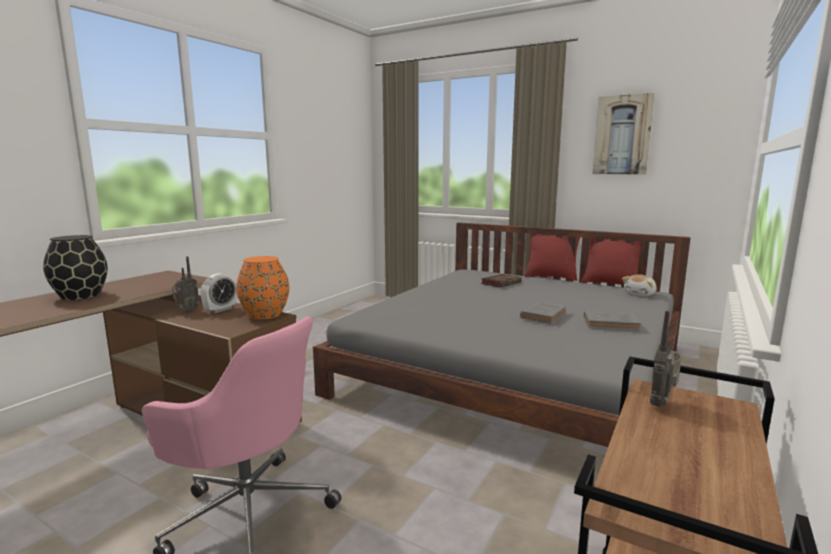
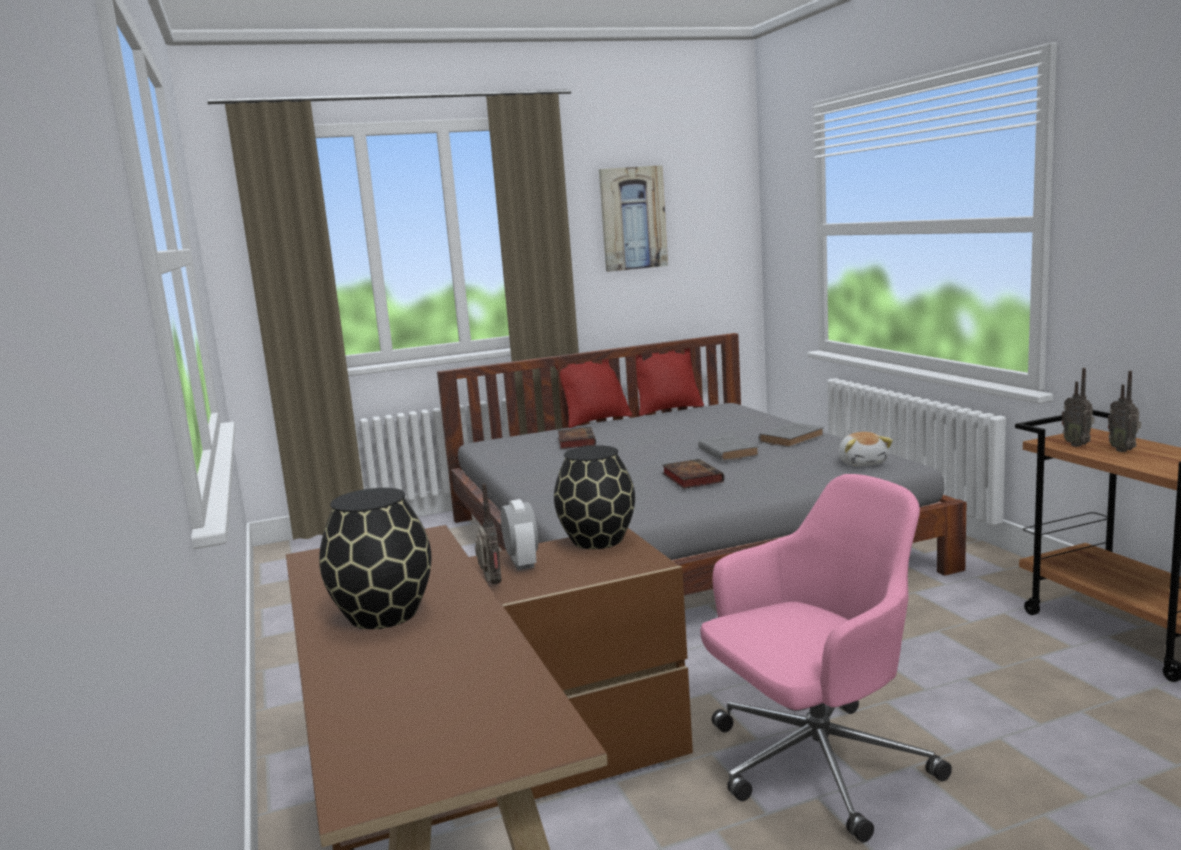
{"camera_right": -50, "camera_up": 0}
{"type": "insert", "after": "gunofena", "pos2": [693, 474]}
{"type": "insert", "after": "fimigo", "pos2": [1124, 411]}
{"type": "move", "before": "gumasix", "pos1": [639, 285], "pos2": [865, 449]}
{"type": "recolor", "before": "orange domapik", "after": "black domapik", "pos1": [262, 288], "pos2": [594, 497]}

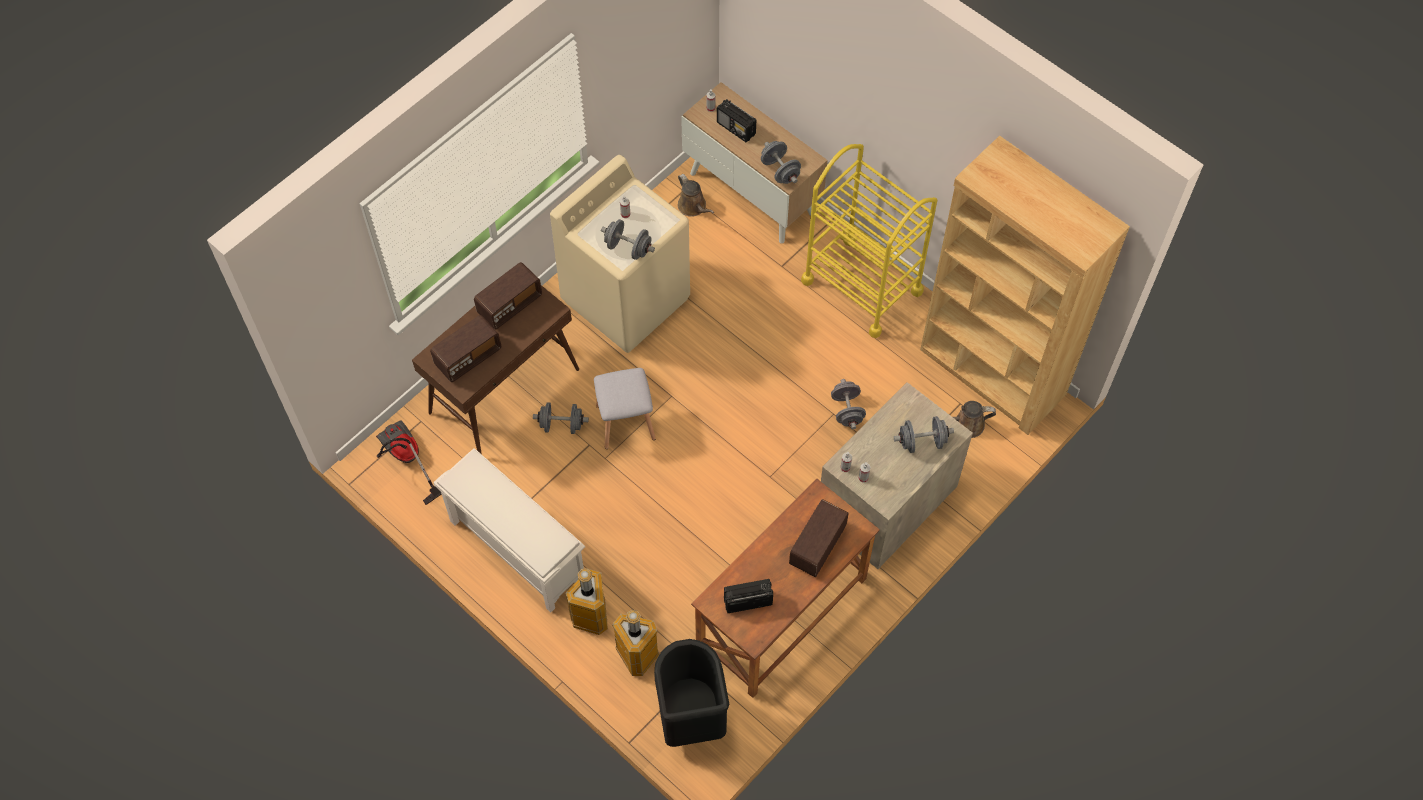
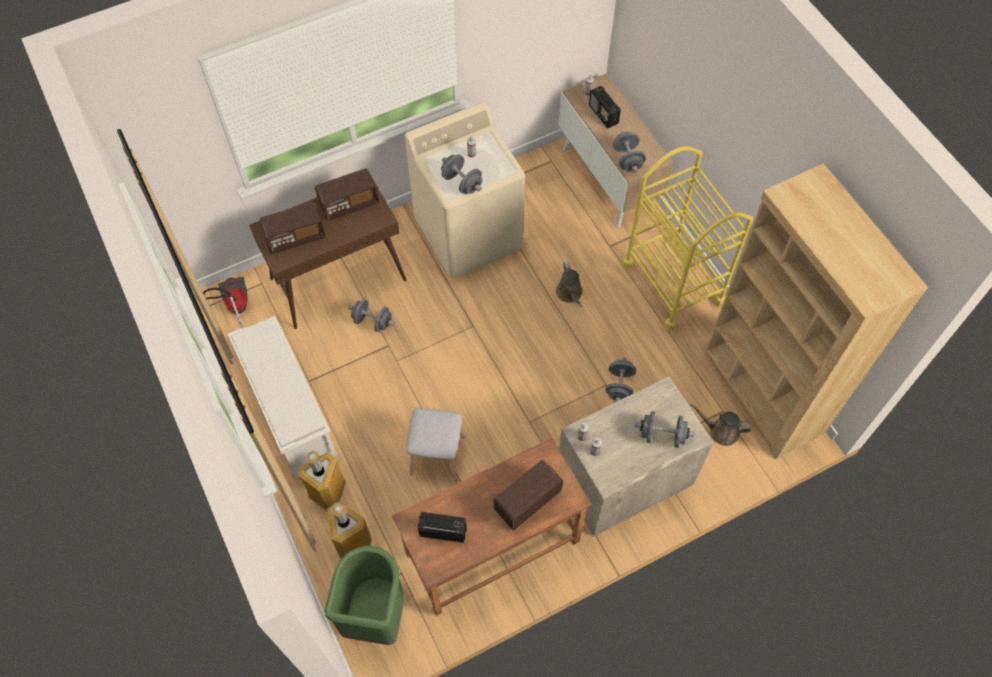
{"camera_right": 20, "camera_up": 0}
{"type": "move", "before": "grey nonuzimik", "pos1": [625, 408], "pos2": [435, 444]}
{"type": "move", "before": "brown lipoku", "pos1": [696, 195], "pos2": [569, 284]}
{"type": "recolor", "before": "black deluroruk", "after": "green deluroruk", "pos1": [691, 693], "pos2": [364, 595]}

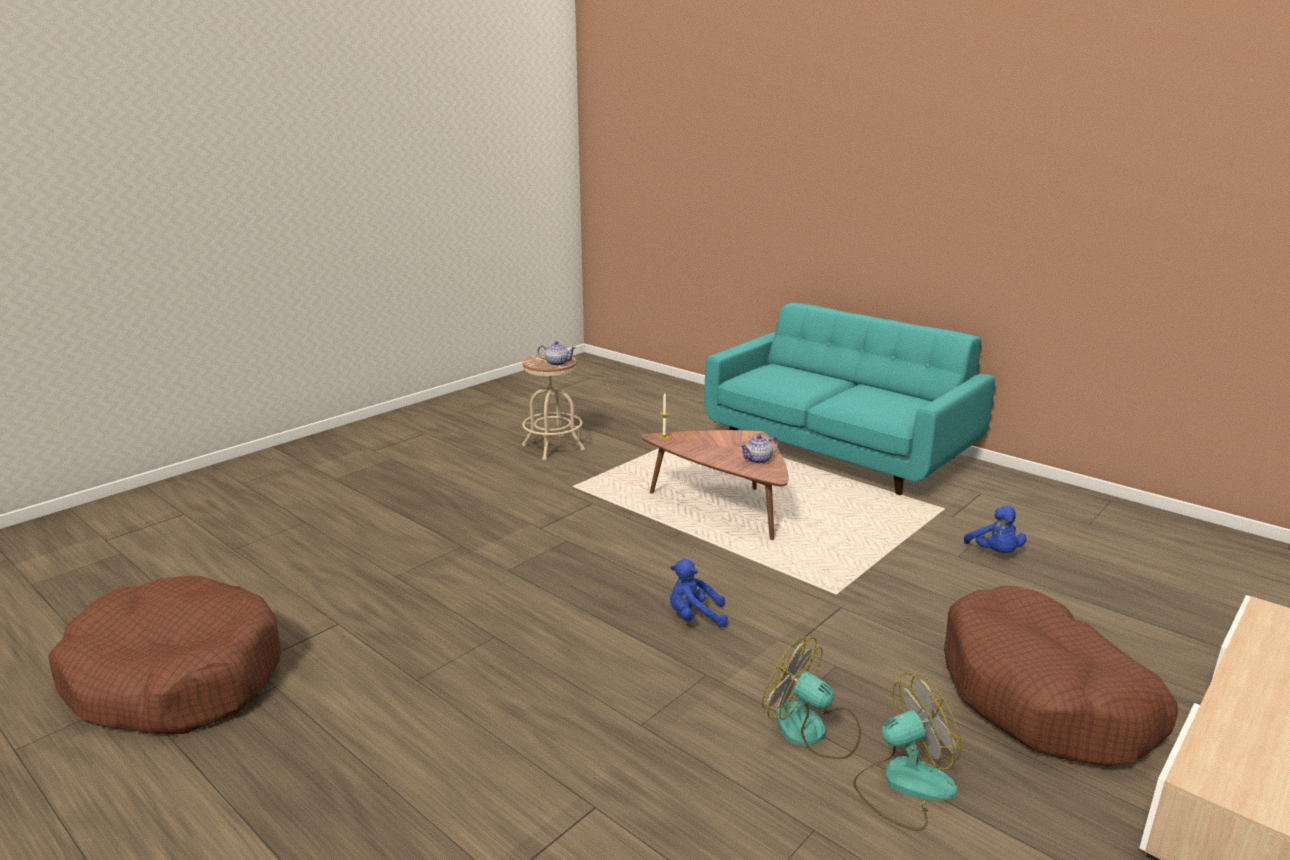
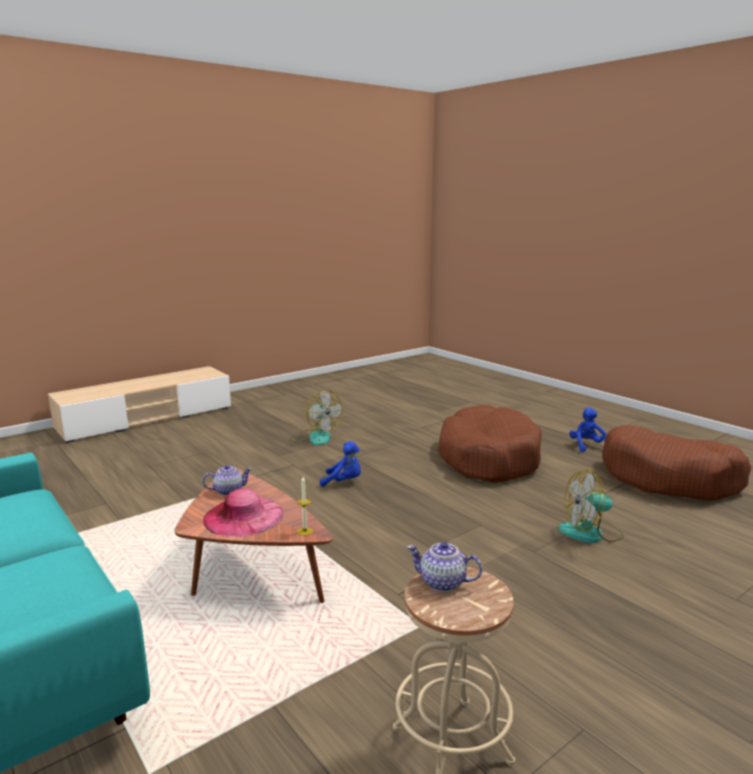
{"camera_right": -170, "camera_up": -5}
{"type": "insert", "after": "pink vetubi", "pos2": [243, 512]}
{"type": "move", "before": "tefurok", "pos1": [907, 752], "pos2": [591, 506]}
{"type": "move", "before": "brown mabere", "pos1": [1061, 676], "pos2": [489, 444]}
{"type": "move", "before": "blue gumasix", "pos1": [995, 529], "pos2": [588, 429]}

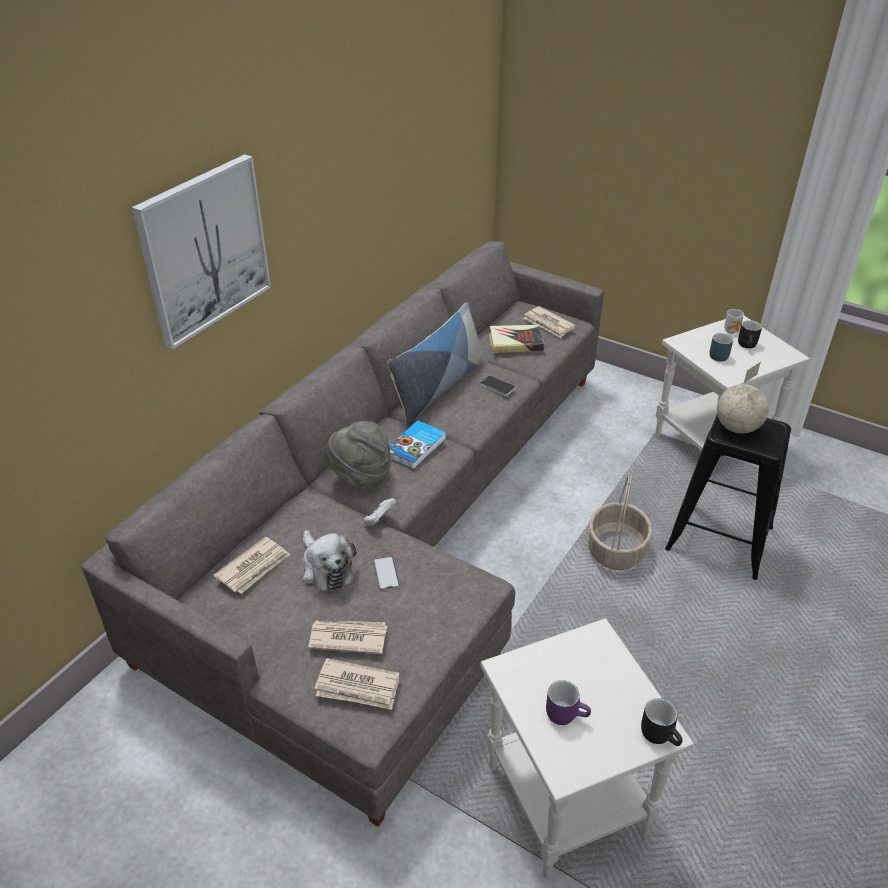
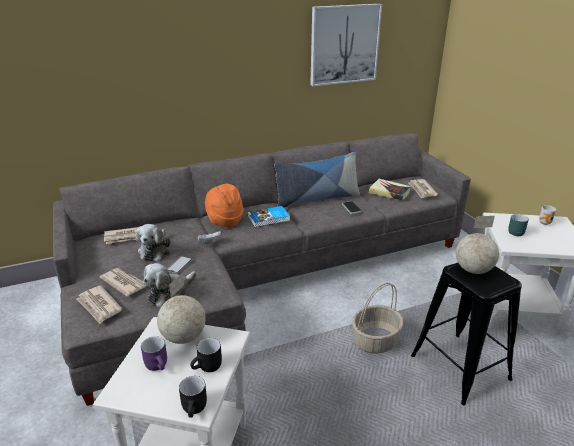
{"camera_right": 35, "camera_up": -10}
{"type": "insert", "after": "gumasix", "pos2": [170, 285]}
{"type": "insert", "after": "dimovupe", "pos2": [181, 308]}
{"type": "move", "before": "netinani", "pos1": [201, 252], "pos2": [346, 45]}
{"type": "move", "before": "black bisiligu", "pos1": [750, 334], "pos2": [206, 355]}
{"type": "recolor", "before": "grey vetubi", "after": "orange vetubi", "pos1": [358, 455], "pos2": [224, 205]}

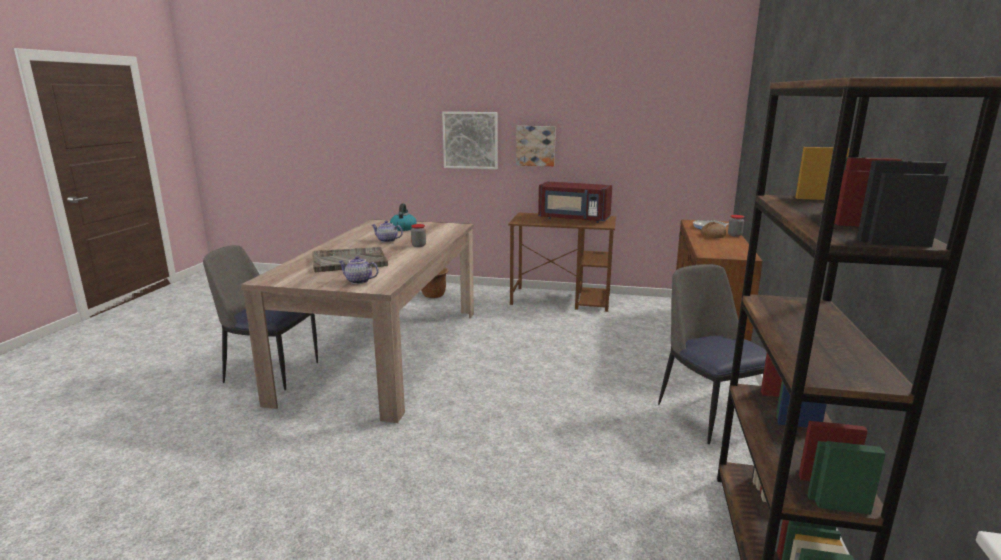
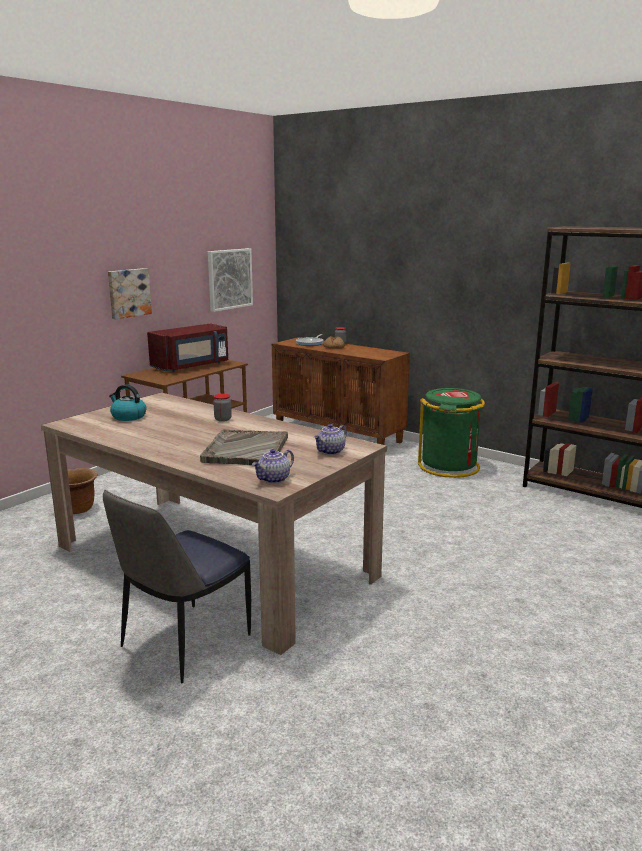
{"camera_right": -65, "camera_up": 0}
{"type": "move", "before": "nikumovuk", "pos1": [387, 231], "pos2": [273, 466]}
{"type": "move", "before": "netinani", "pos1": [470, 140], "pos2": [230, 280]}
{"type": "replace", "before": "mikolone", "after": "green deluroruk", "pos1": [712, 354], "pos2": [451, 433]}

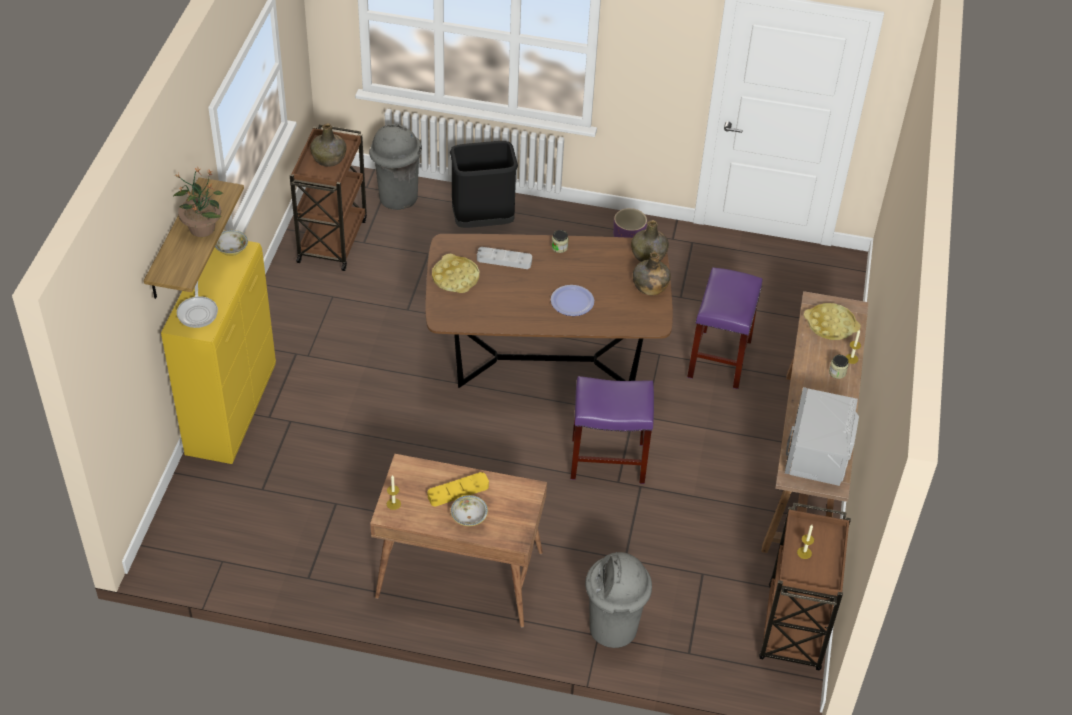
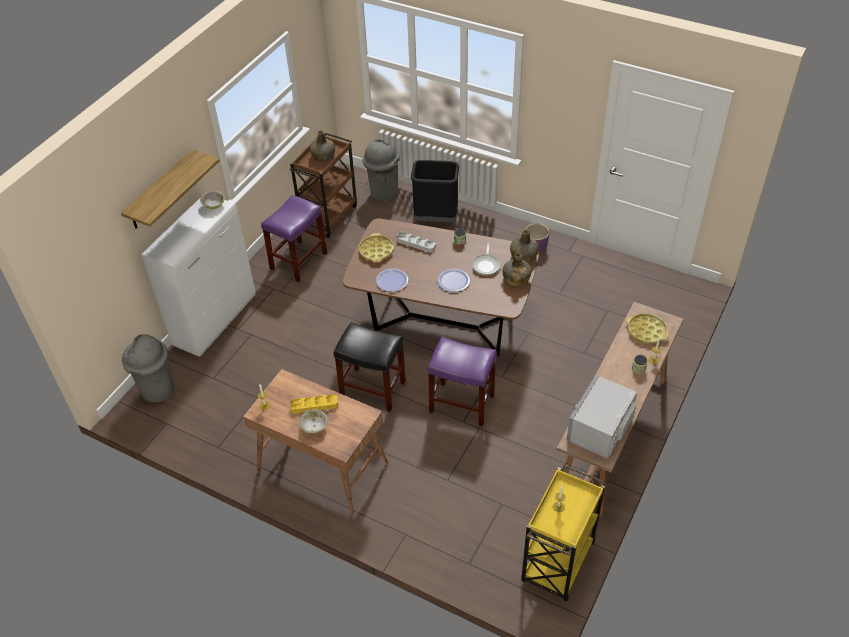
{"camera_right": 20, "camera_up": 0}
{"type": "delete", "before": "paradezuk", "pos1": [198, 202]}
{"type": "insert", "after": "black nonuzimik", "pos2": [370, 367]}
{"type": "insert", "after": "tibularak", "pos2": [392, 280]}
{"type": "move", "before": "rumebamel", "pos1": [197, 305], "pos2": [486, 259]}
{"type": "move", "before": "grey deluroruk", "pos1": [618, 600], "pos2": [148, 368]}
{"type": "move", "before": "purple nonuzimik", "pos1": [724, 328], "pos2": [294, 238]}
{"type": "recolor", "before": "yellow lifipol", "after": "white lifipol", "pos1": [218, 352], "pos2": [198, 275]}
{"type": "recolor", "before": "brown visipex", "after": "yellow visipex", "pos1": [805, 586], "pos2": [563, 533]}

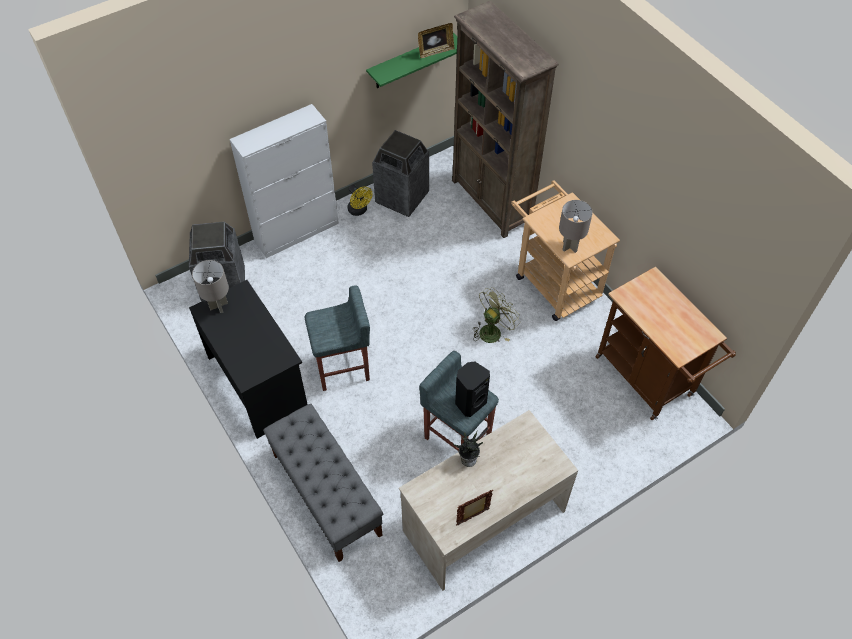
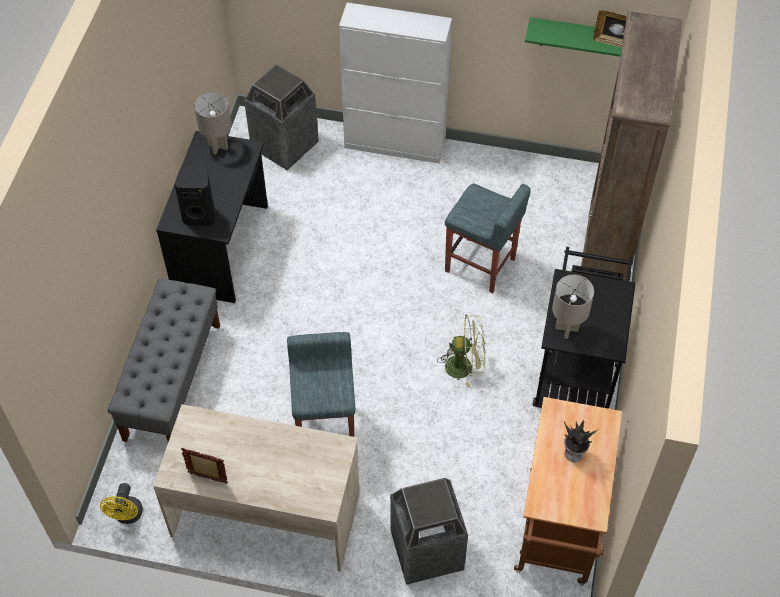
{"camera_right": 45, "camera_up": 0}
{"type": "move", "before": "grey nonuzimik", "pos1": [337, 338], "pos2": [488, 239]}
{"type": "move", "before": "yellow tefurok", "pos1": [359, 200], "pos2": [121, 503]}
{"type": "move", "before": "deluroruk", "pos1": [400, 173], "pos2": [429, 531]}
{"type": "move", "before": "paradezuk", "pos1": [468, 448], "pos2": [582, 441]}
{"type": "move", "before": "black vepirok", "pos1": [472, 389], "pos2": [194, 196]}
{"type": "recolor", "before": "beige visipex", "after": "black visipex", "pos1": [565, 250], "pos2": [584, 328]}

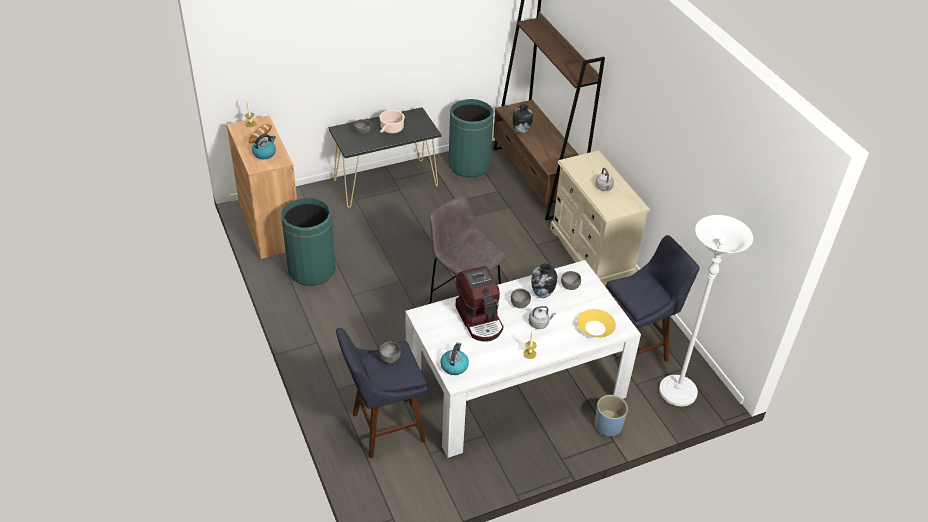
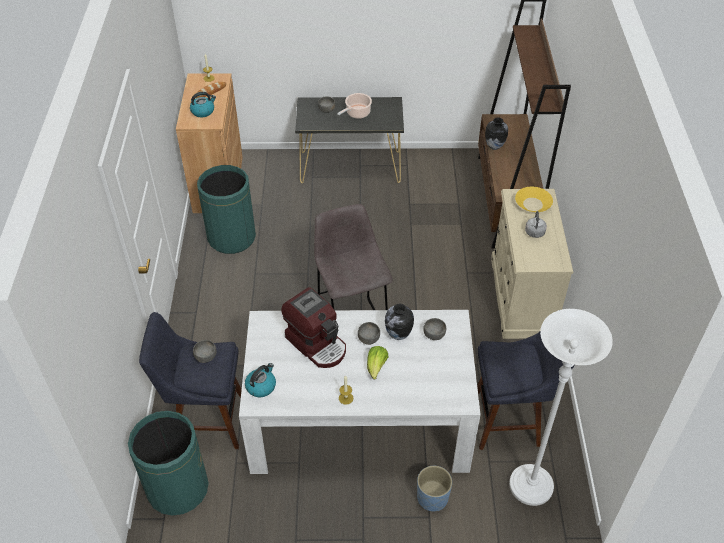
{"camera_right": 25, "camera_up": 5}
{"type": "move", "before": "green deluroruk", "pos1": [471, 138], "pos2": [168, 463]}
{"type": "move", "before": "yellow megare", "pos1": [596, 323], "pos2": [534, 199]}
{"type": "replace", "before": "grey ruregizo", "after": "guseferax", "pos1": [542, 317], "pos2": [377, 362]}
{"type": "rotate", "before": "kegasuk", "pos1": [479, 304], "pos2": [313, 327], "turn": -45}

